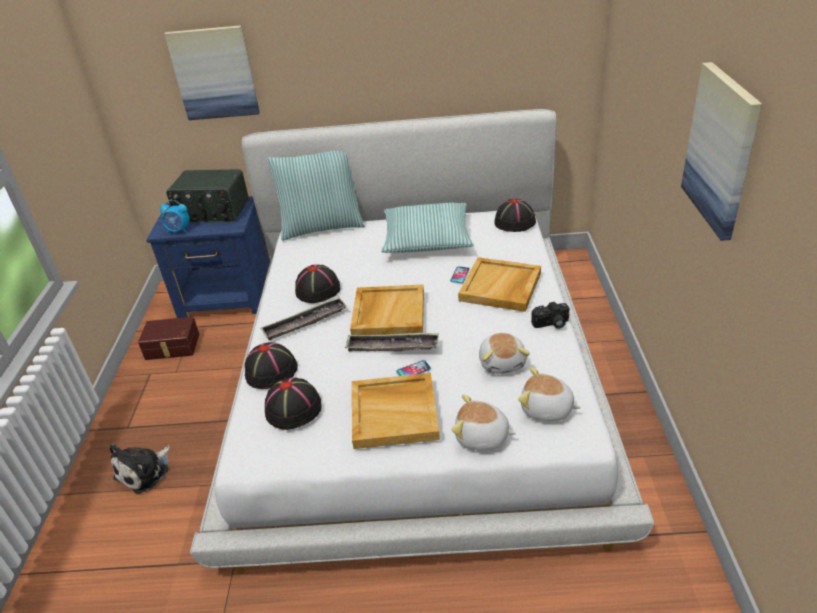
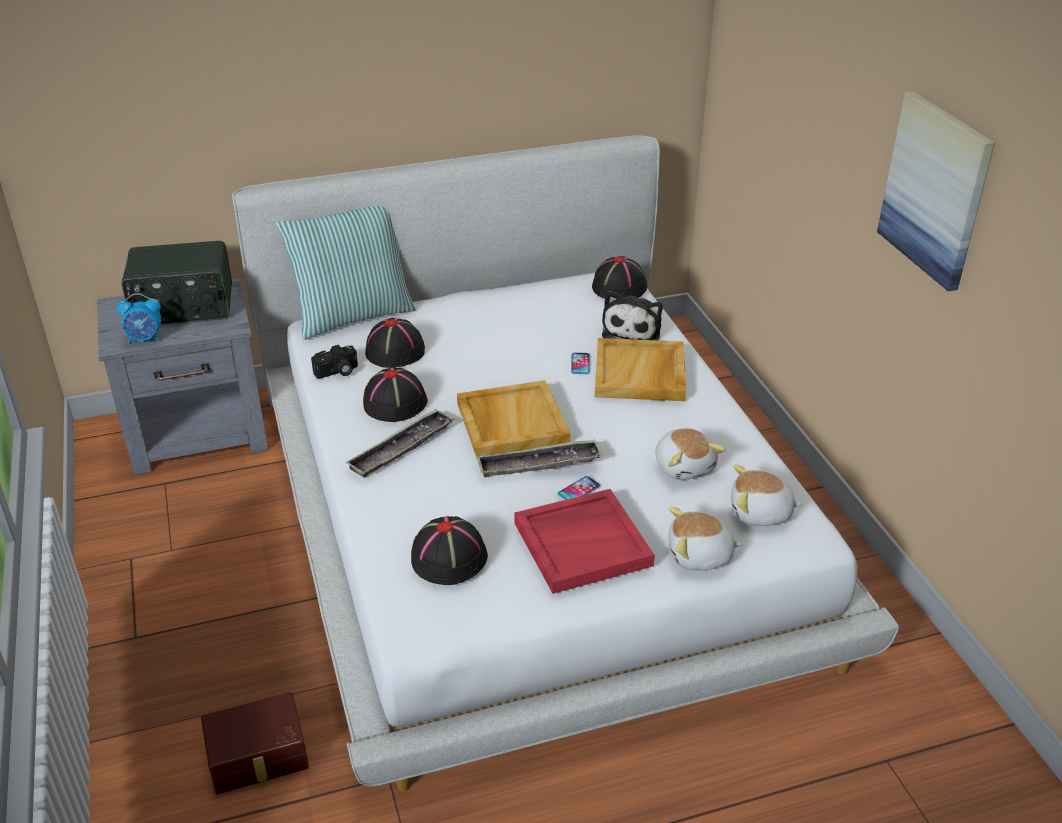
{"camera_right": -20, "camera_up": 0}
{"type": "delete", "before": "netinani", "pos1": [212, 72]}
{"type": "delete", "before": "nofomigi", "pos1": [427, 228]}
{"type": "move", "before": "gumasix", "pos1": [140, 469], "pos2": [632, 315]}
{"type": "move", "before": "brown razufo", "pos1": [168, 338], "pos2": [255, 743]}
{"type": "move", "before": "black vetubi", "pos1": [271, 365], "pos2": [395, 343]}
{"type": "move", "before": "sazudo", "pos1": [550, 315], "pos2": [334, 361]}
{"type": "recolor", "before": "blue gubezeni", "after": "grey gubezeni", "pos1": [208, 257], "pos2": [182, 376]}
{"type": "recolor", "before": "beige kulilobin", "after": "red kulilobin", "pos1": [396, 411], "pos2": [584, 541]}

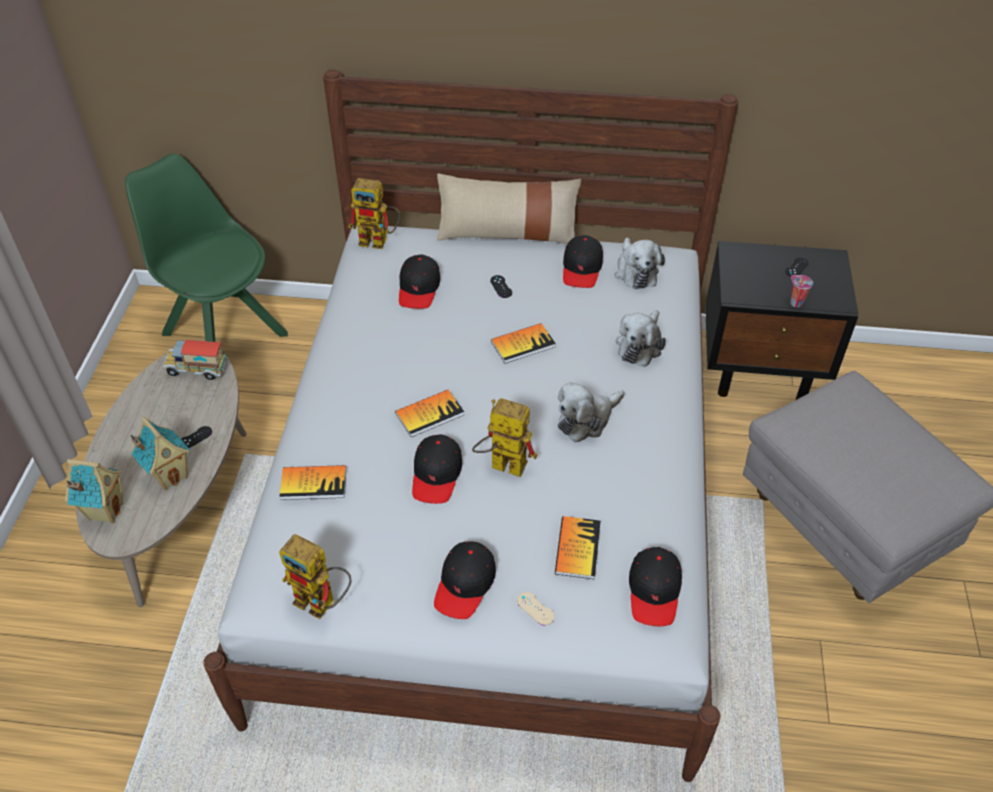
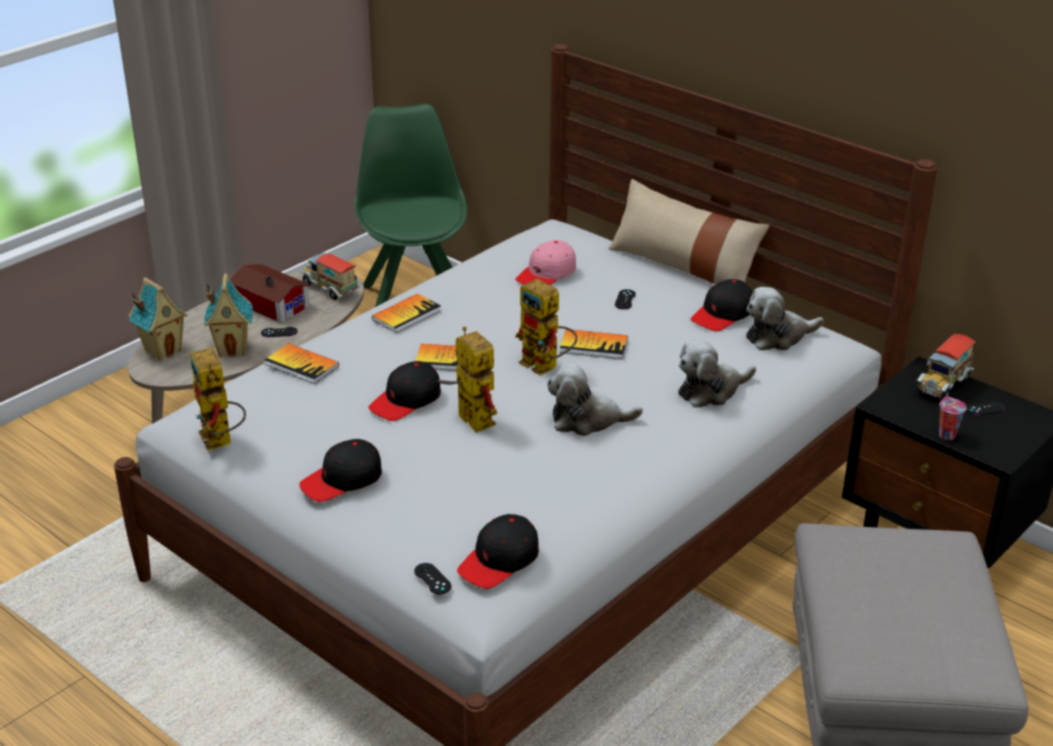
{"camera_right": 35, "camera_up": -15}
{"type": "delete", "before": "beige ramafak", "pos1": [536, 609]}
{"type": "insert", "after": "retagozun", "pos2": [270, 293]}
{"type": "insert", "after": "black ramafak", "pos2": [432, 578]}
{"type": "insert", "after": "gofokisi", "pos2": [946, 366]}
{"type": "move", "before": "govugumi", "pos1": [374, 213], "pos2": [546, 327]}
{"type": "move", "before": "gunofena", "pos1": [578, 547], "pos2": [406, 313]}
{"type": "recolor", "before": "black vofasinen", "after": "pink vofasinen", "pos1": [419, 282], "pos2": [545, 262]}
{"type": "rotate", "before": "gumasix", "pos1": [640, 263], "pos2": [785, 318], "turn": 45}

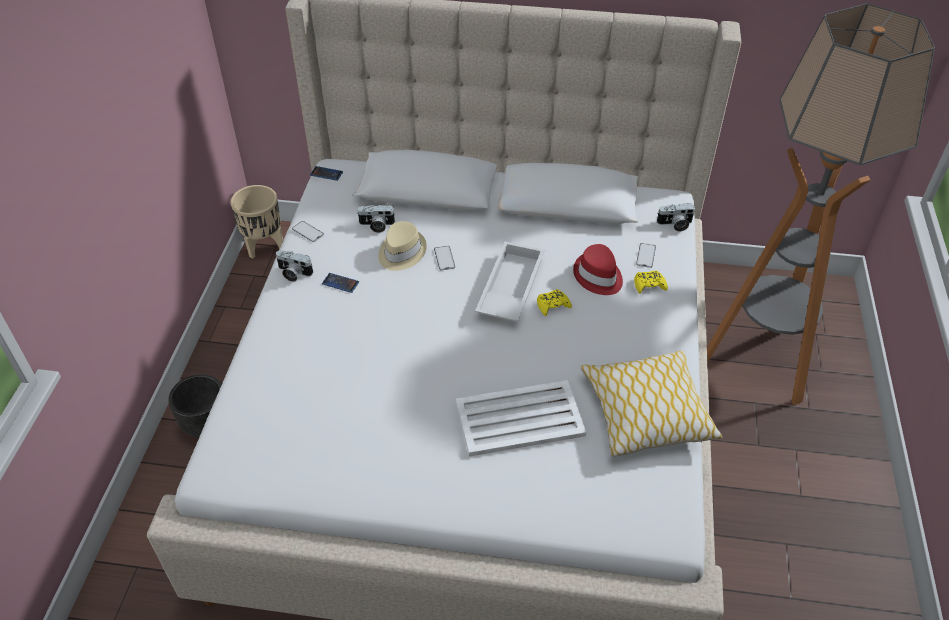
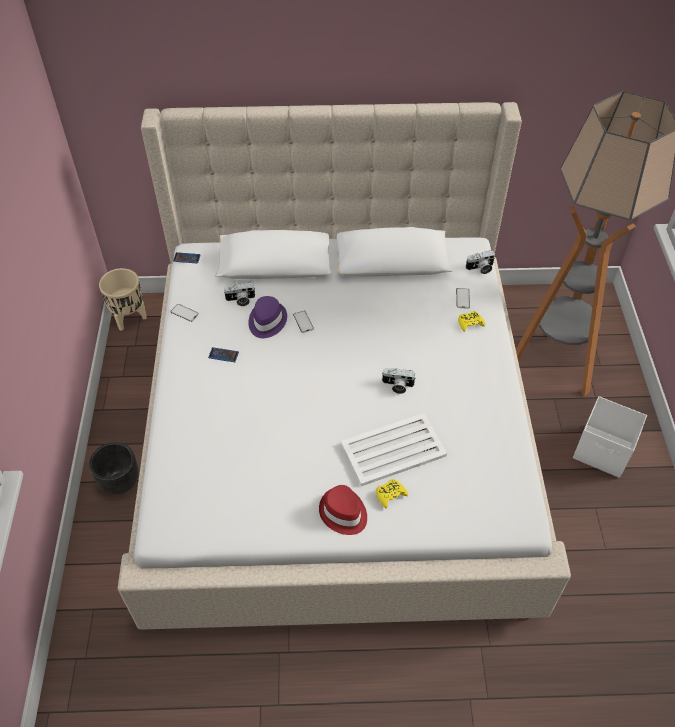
{"camera_right": -10, "camera_up": 5}
{"type": "delete", "before": "white kulilobin", "pos1": [510, 281]}
{"type": "delete", "before": "nofomigi", "pos1": [651, 403]}
{"type": "insert", "after": "white razufo", "pos2": [610, 437]}
{"type": "move", "before": "sazudo", "pos1": [294, 266], "pos2": [398, 381]}
{"type": "move", "before": "yellow ramafak", "pos1": [554, 302], "pos2": [392, 494]}
{"type": "move", "before": "red vetubi", "pos1": [598, 269], "pos2": [343, 510]}
{"type": "recolor", "before": "beige vetubi", "after": "purple vetubi", "pos1": [402, 246], "pos2": [267, 317]}

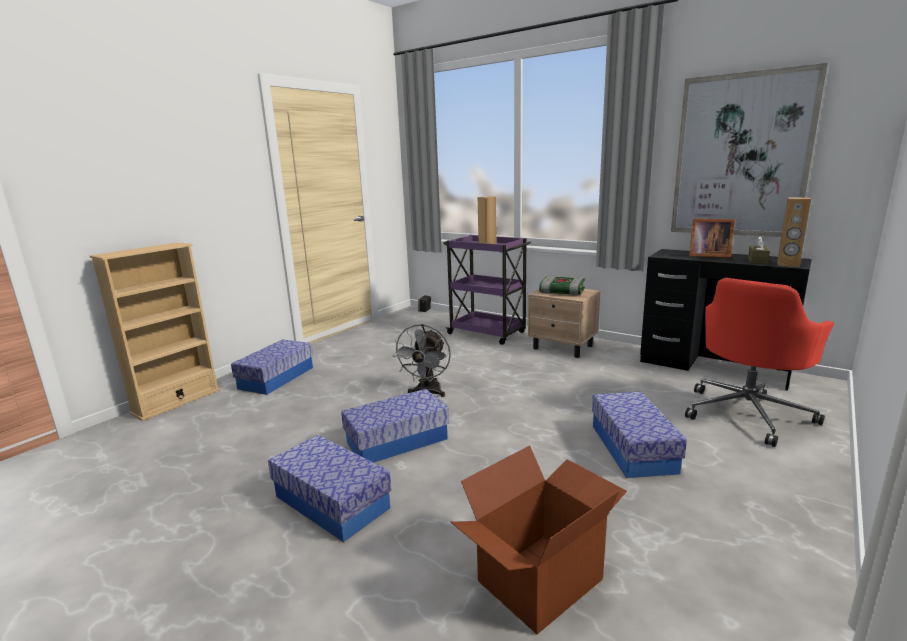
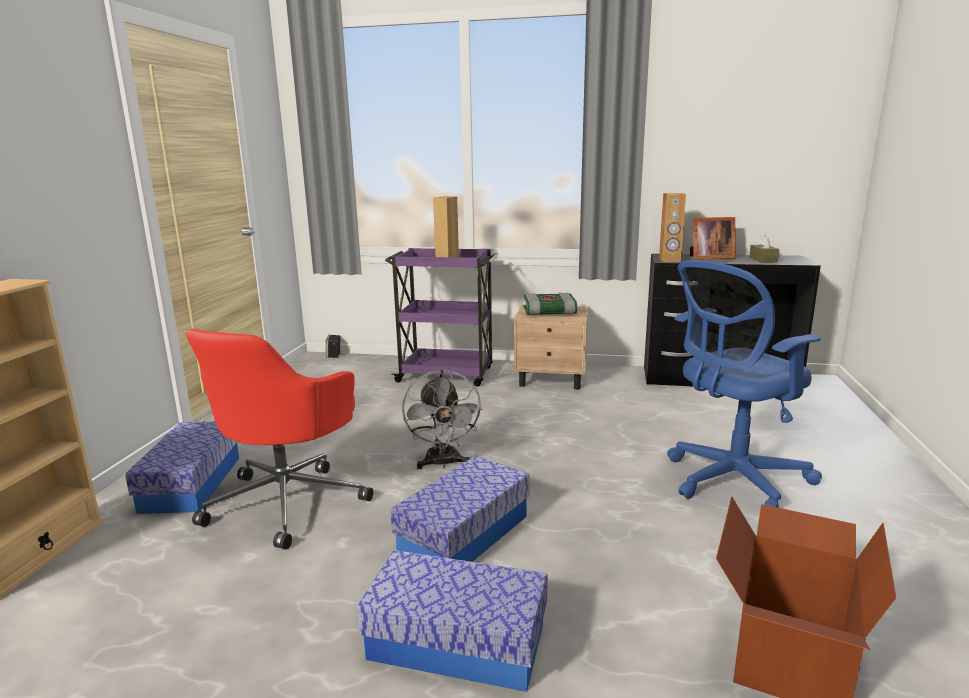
{"camera_right": -25, "camera_up": 0}
{"type": "delete", "before": "netinani", "pos1": [749, 150]}
{"type": "move", "before": "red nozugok", "pos1": [759, 362], "pos2": [279, 439]}
{"type": "move", "before": "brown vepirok", "pos1": [794, 232], "pos2": [672, 227]}
{"type": "replace", "before": "razufo", "after": "blue nozugok", "pos1": [639, 435], "pos2": [744, 384]}

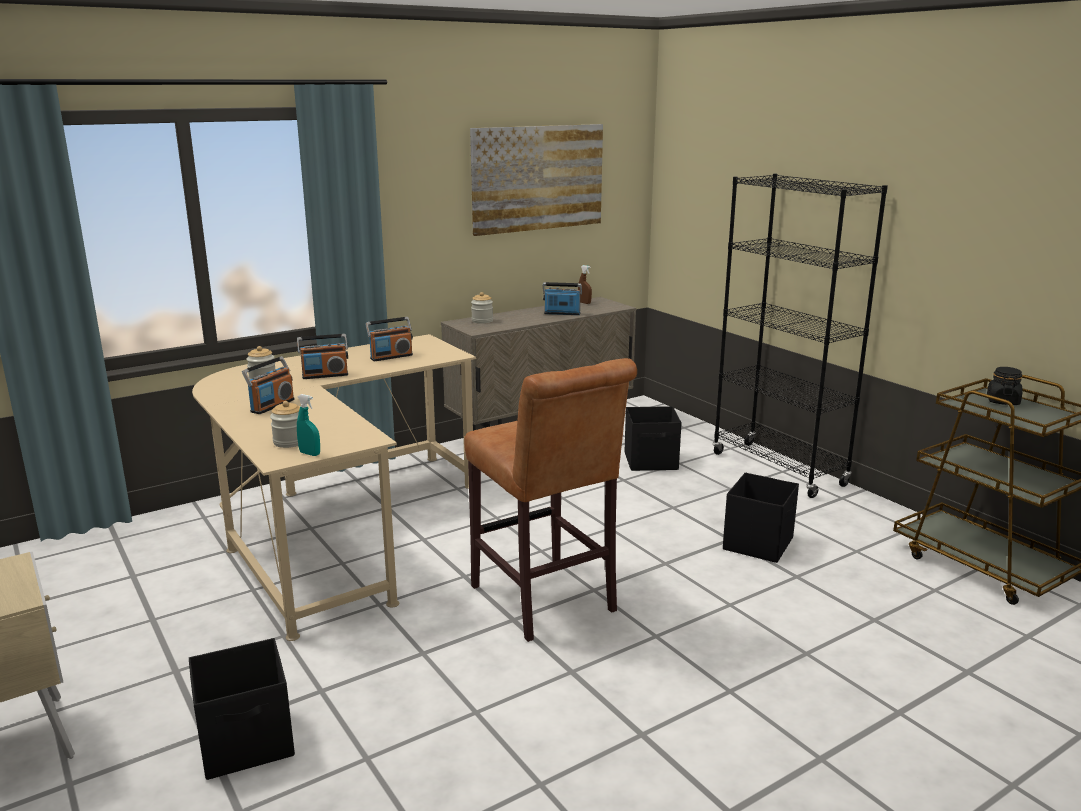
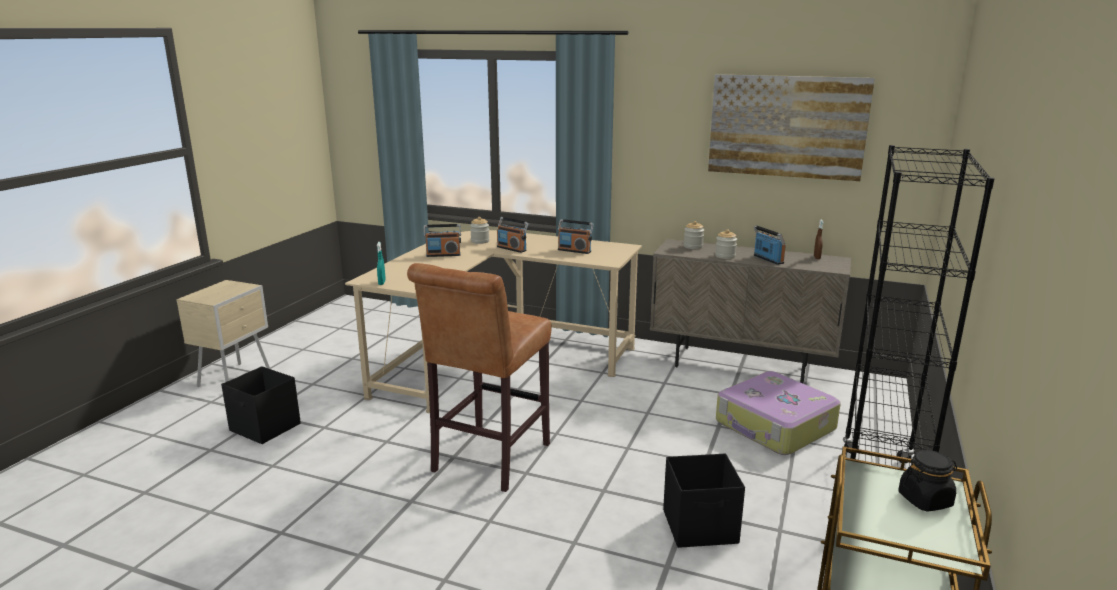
{"camera_right": 55, "camera_up": 0}
{"type": "move", "before": "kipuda", "pos1": [285, 424], "pos2": [726, 244]}
{"type": "replace", "before": "black razufo", "after": "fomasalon", "pos1": [653, 438], "pos2": [778, 413]}

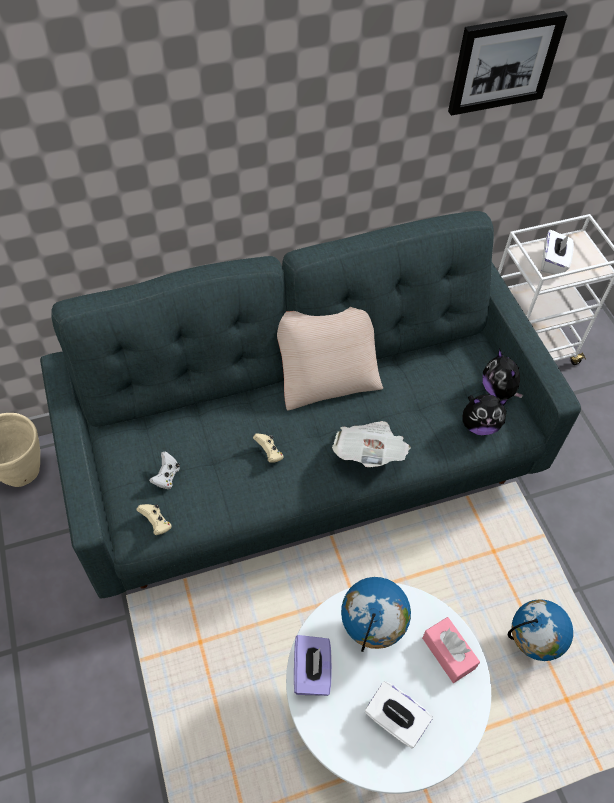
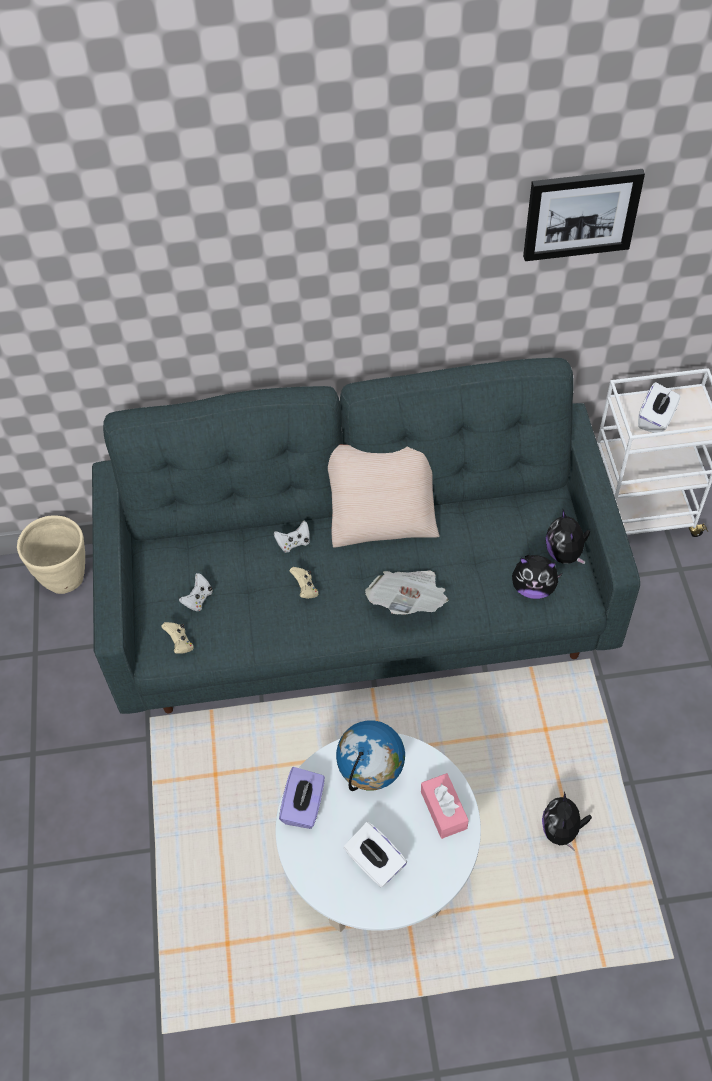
{"camera_right": 15, "camera_up": 0}
{"type": "insert", "after": "white ramafak", "pos2": [292, 536]}
{"type": "replace", "before": "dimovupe", "after": "gumasix", "pos1": [540, 630], "pos2": [567, 821]}

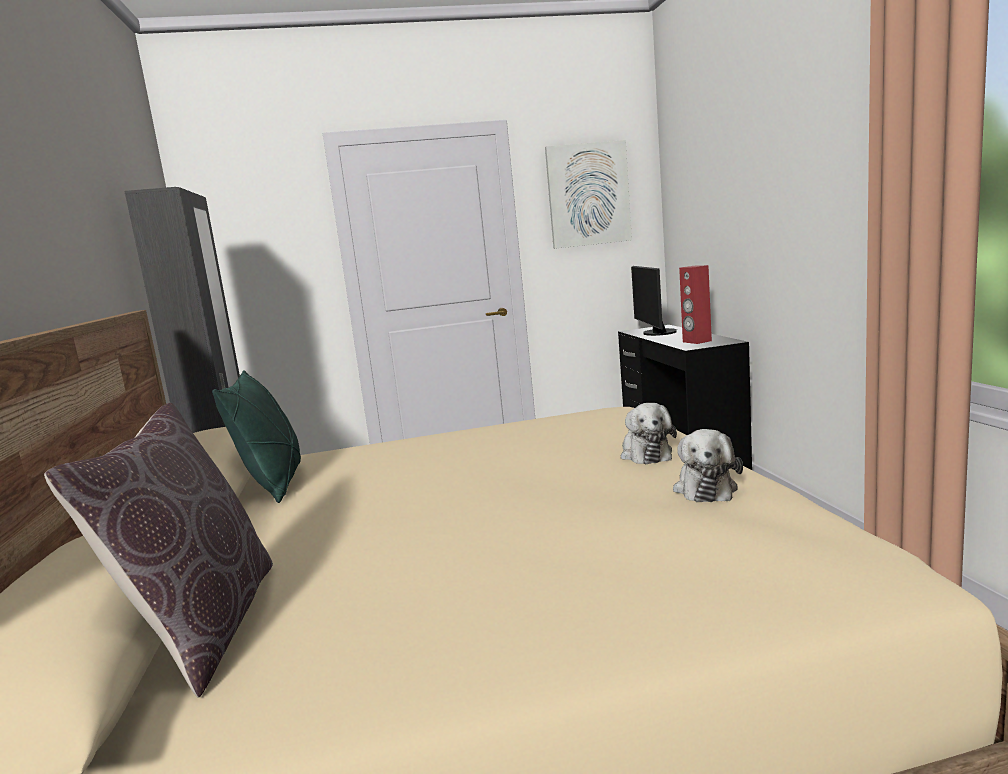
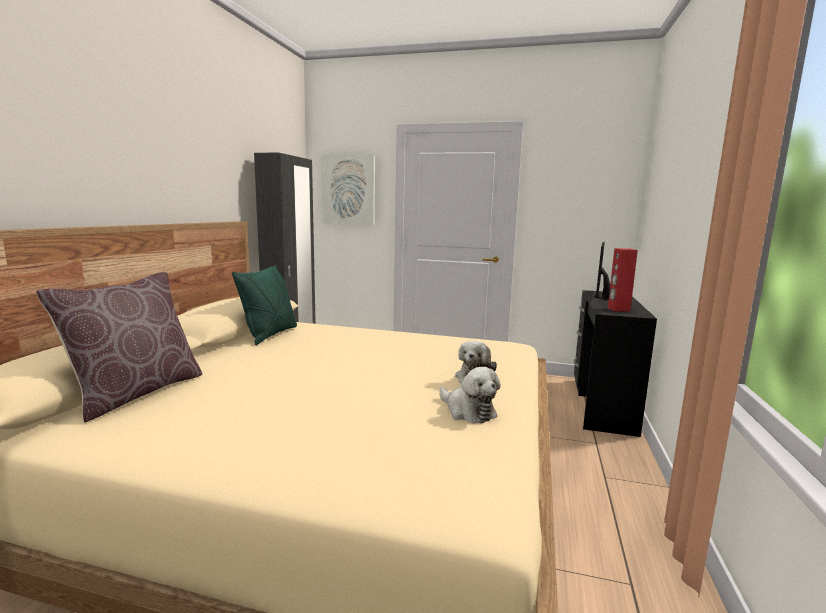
{"camera_right": 25, "camera_up": 0}
{"type": "move", "before": "netinani", "pos1": [588, 194], "pos2": [348, 190]}
{"type": "rotate", "before": "gumasix", "pos1": [708, 465], "pos2": [470, 395], "turn": -75}

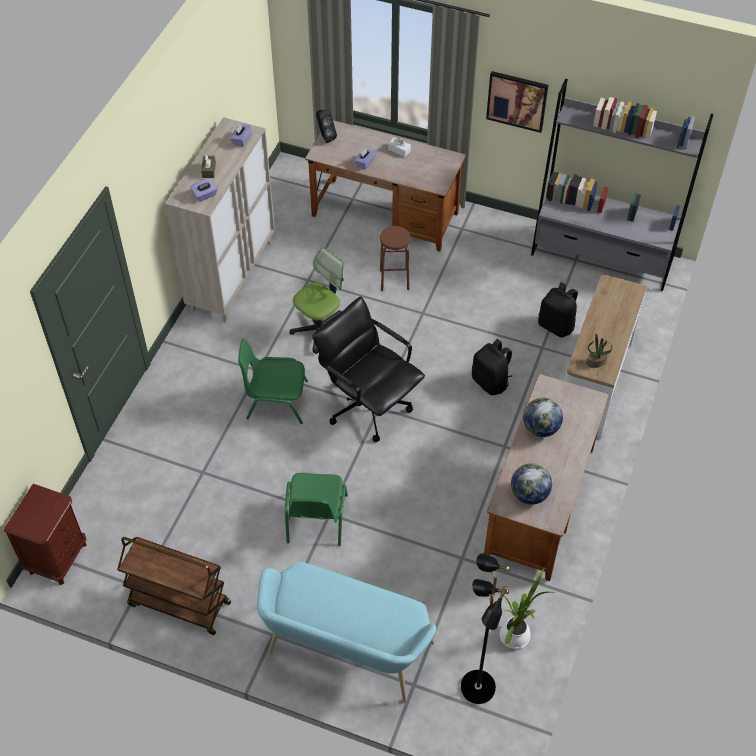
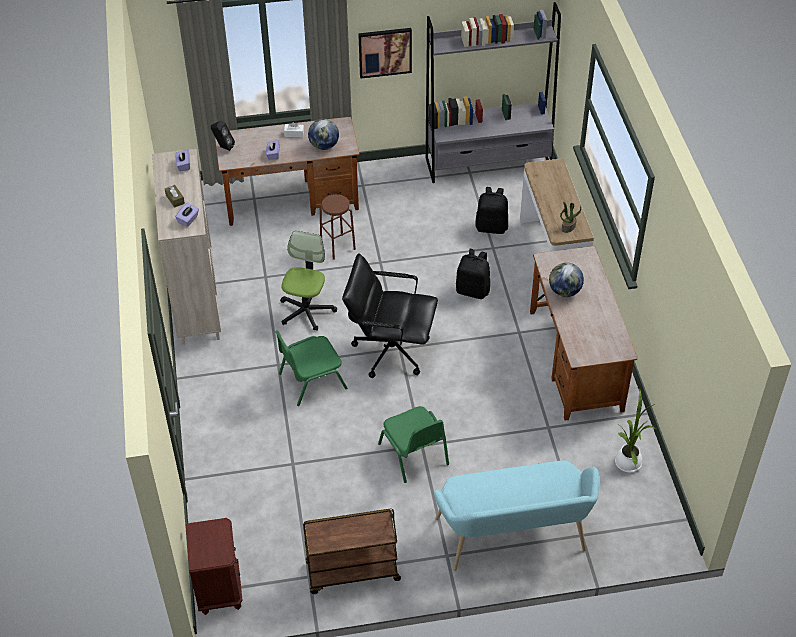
{"camera_right": -30, "camera_up": -5}
{"type": "delete", "before": "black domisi", "pos1": [485, 628]}
{"type": "move", "before": "dimovupe", "pos1": [531, 484], "pos2": [323, 134]}

